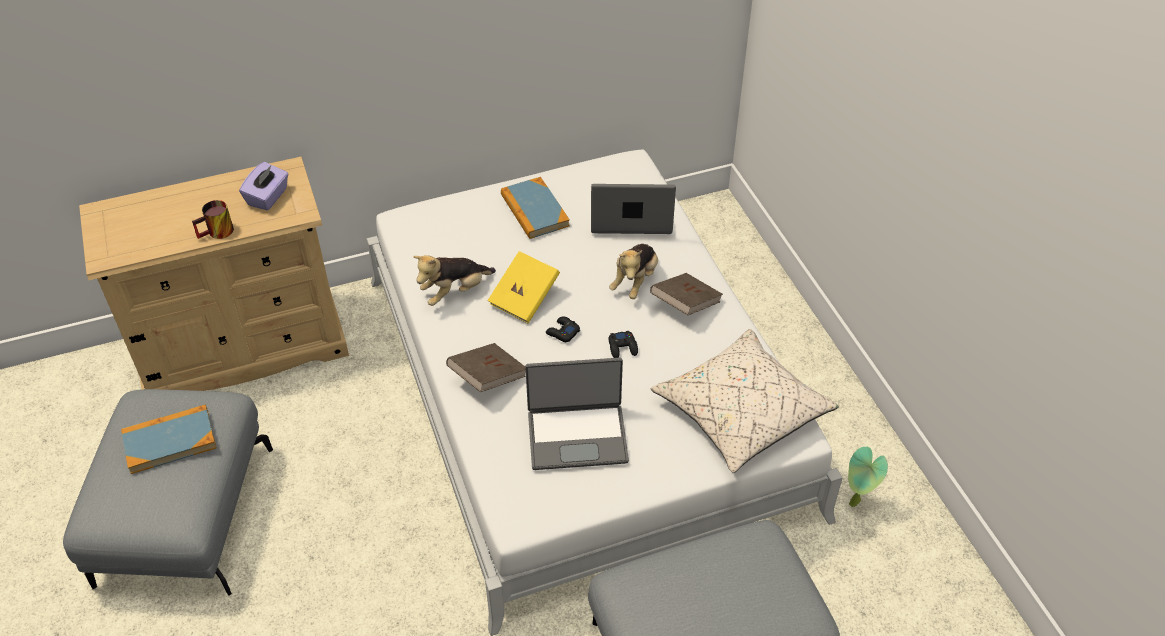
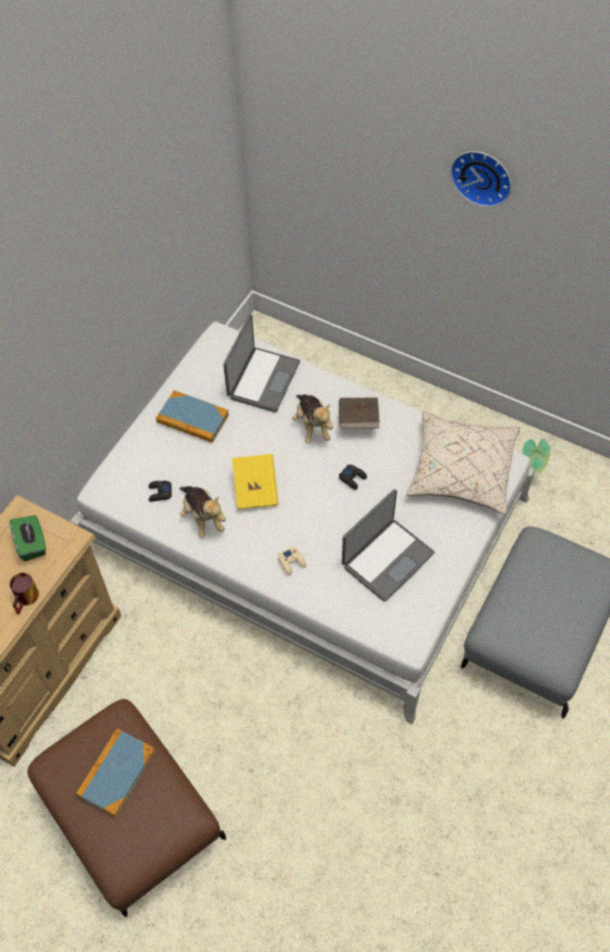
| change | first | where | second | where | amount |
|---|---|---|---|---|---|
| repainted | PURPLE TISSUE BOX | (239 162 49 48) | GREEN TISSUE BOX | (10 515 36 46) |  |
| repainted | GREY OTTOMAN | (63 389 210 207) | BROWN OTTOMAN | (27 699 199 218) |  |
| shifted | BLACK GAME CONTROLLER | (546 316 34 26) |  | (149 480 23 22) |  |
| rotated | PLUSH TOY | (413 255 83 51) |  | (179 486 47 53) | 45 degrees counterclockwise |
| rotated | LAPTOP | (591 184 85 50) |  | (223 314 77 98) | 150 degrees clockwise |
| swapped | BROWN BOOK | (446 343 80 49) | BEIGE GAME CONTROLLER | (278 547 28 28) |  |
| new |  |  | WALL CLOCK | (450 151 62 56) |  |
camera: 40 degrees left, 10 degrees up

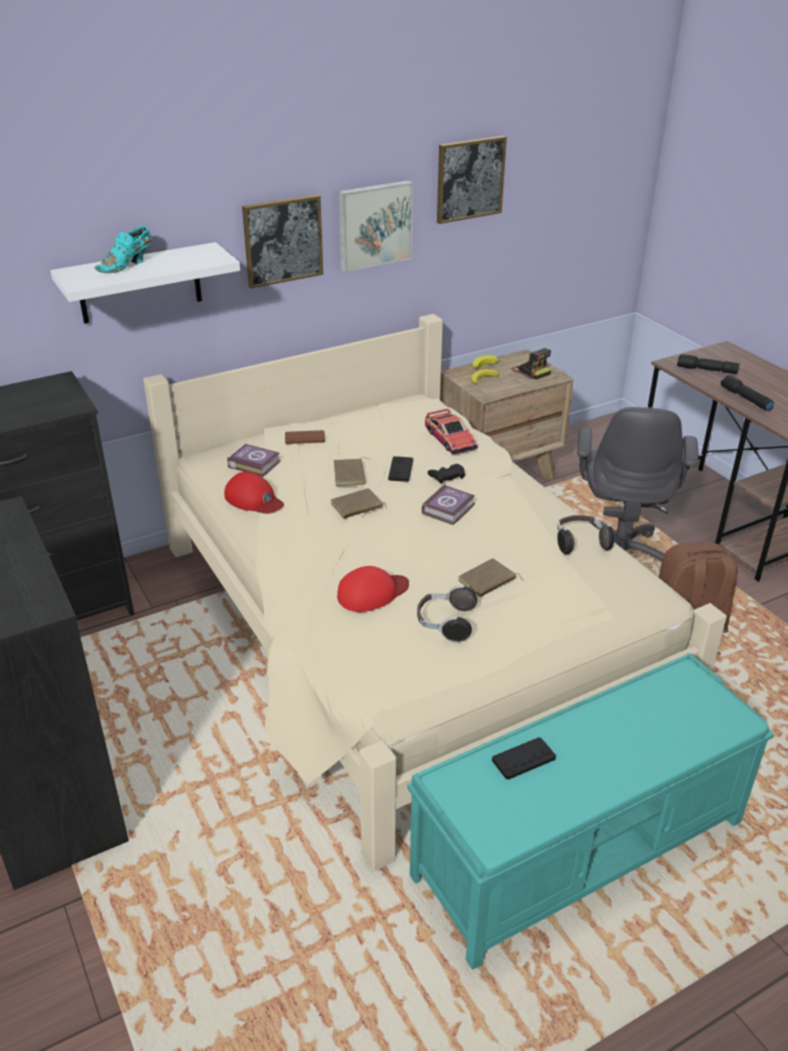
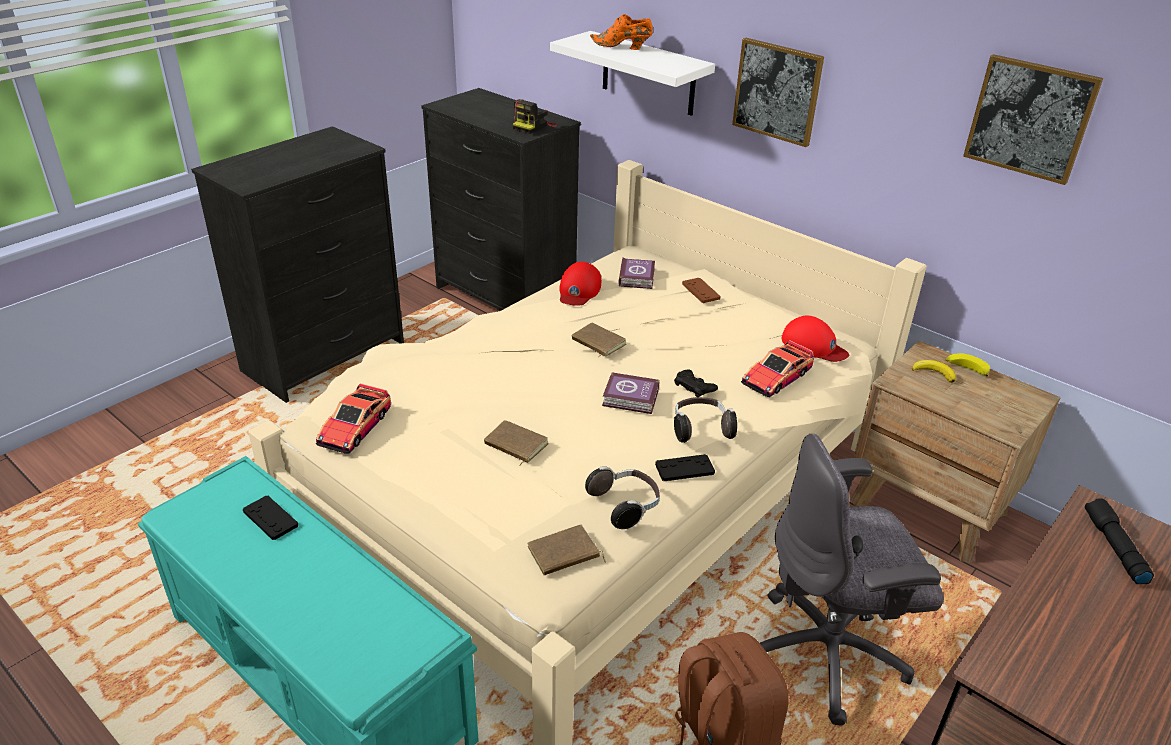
| change | first | where | second | where | amount |
|---|---|---|---|---|---|
| new |  |  | TOY CAR | (316 383 75 70) |  |
| shifted | PHOTO CAMERA | (511 348 40 32) |  | (513 99 44 35) |  |
| shifted | BROWN BOOK | (334 457 35 29) |  | (527 524 79 51) |  |
| repainted | TURQUOISE SHOE | (94 226 58 47) | ORANGE SHOE | (590 14 63 36) |  |
| shifted | BLACK GAME CONTROLLER | (388 456 25 26) |  | (655 454 60 27) |  |
| shifted | HEADPHONES | (417 585 60 58) |  | (674 397 63 46) |  |
| shifted | RED CAP | (337 566 72 46) |  | (782 316 67 46) |  |
| gone | PICTURE | (338 180 75 92) |  |  |  |
| gone | BLACK FLASHLIGHT | (721 375 53 36) |  |  |  |
camera: 70 degrees right, 0 degrees up

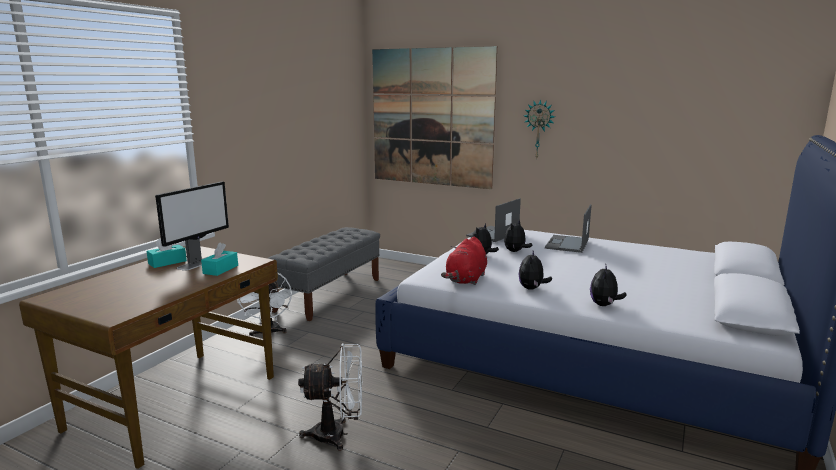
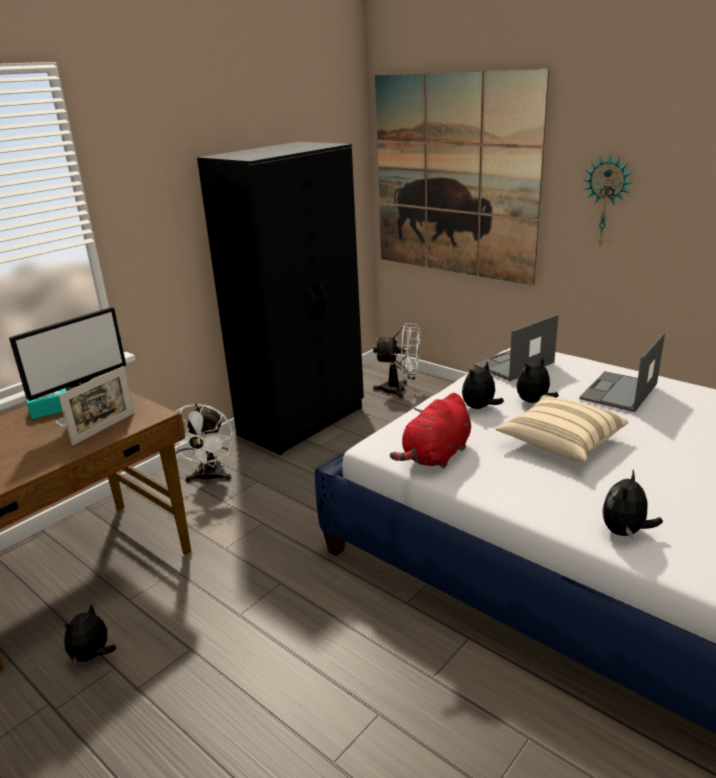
| change | first | where | second | where | amount |
|---|---|---|---|---|---|
| swapped | TURQUOISE TISSUE BOX | (201 242 37 34) | PICTURE FRAME | (59 366 75 79) |  |
| shifted | PLUSH TOY | (519 251 33 39) |  | (64 603 52 64) |  |
| swapped | GREY BENCH | (268 227 112 94) | BLACK WARDROBE | (197 142 167 313) |  |
| shifted | WHITE FAN | (298 343 64 108) |  | (373 323 47 76) |  |
| new |  |  | BEIGE PILLOW | (496 395 132 67) |  |
camera: 15 degrees right, 10 degrees up

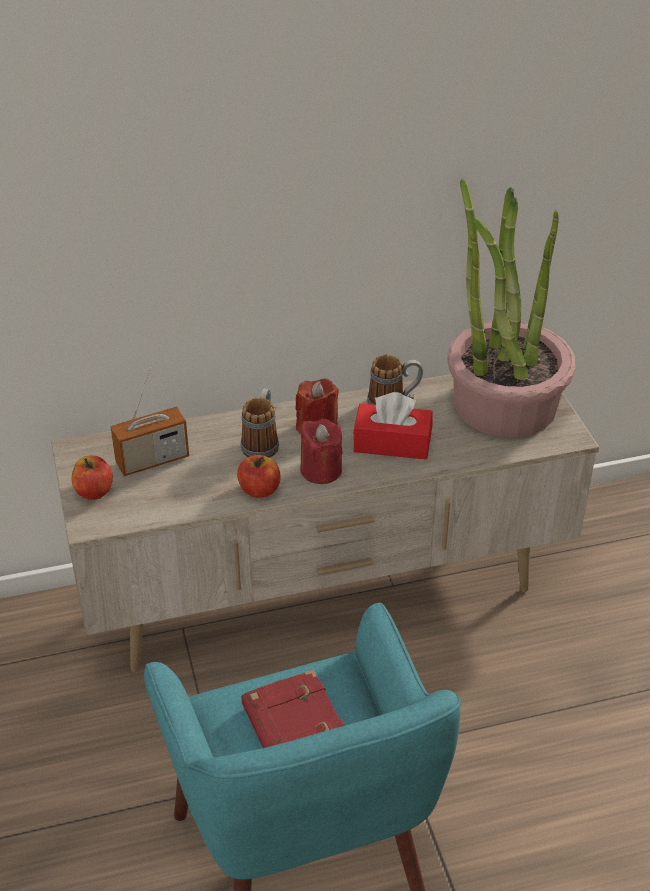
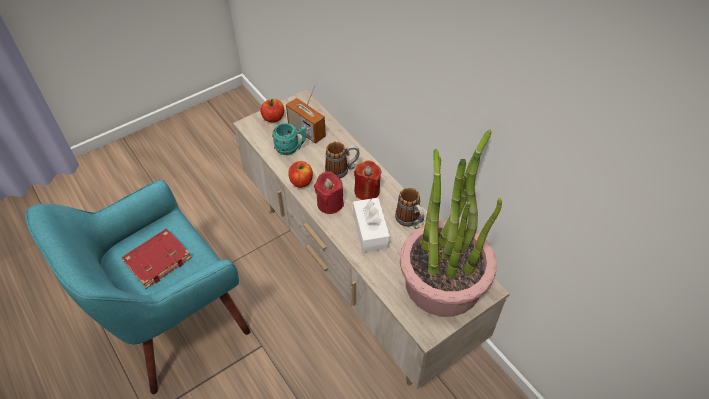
| change | first | where | second | where | amount |
|---|---|---|---|---|---|
| new |  |  | TURQUOISE MUG | (272 123 34 32) |  |
| repainted | RED TISSUE BOX | (353 392 80 68) | WHITE TISSUE BOX | (353 198 37 55) |  |
camera: 70 degrees right, 10 degrees up

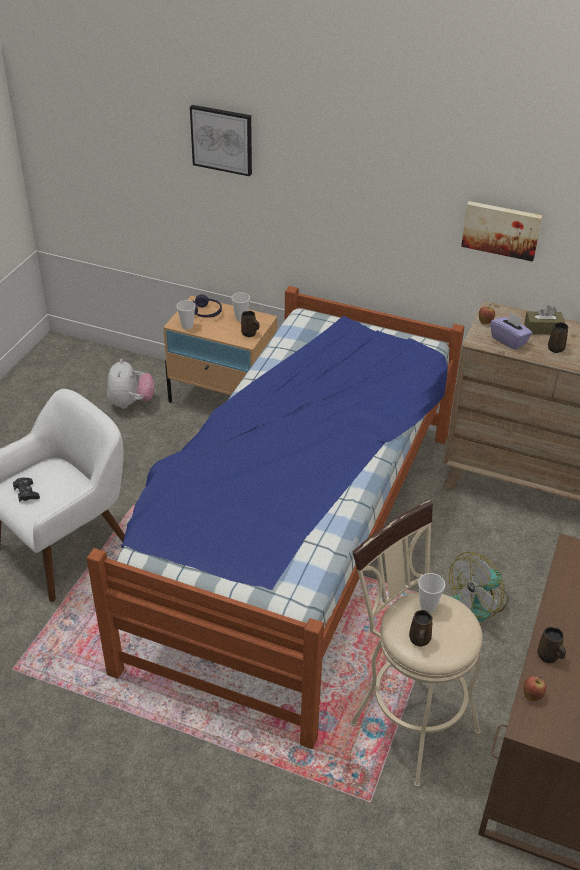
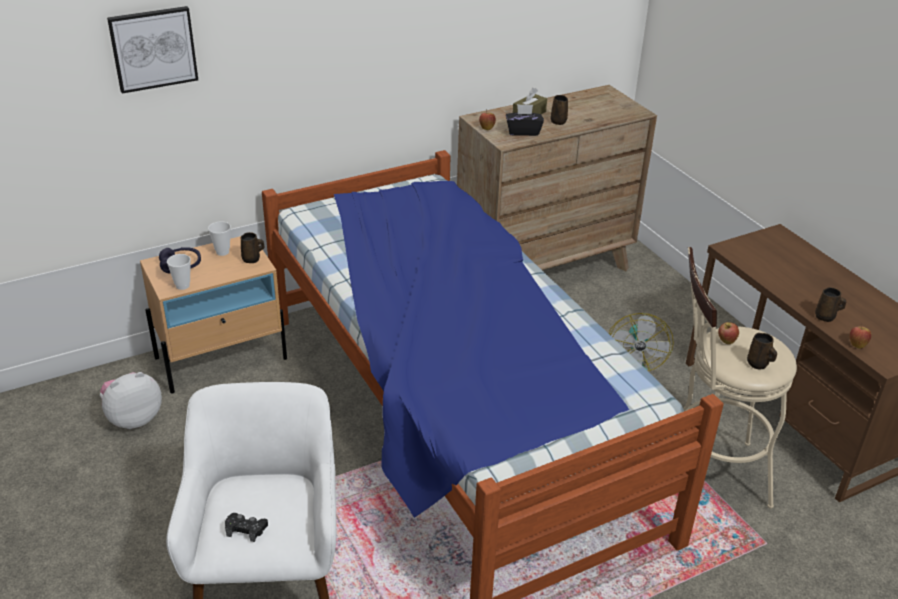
| change | first | where | second | where | amount |
|---|---|---|---|---|---|
| rotated | PLUSH TOY | (107 359 47 50) |  | (100 372 62 57) | 75 degrees counterclockwise |
| repainted | PURPLE TISSUE BOX | (491 312 42 38) | BLACK TISSUE BOX | (506 104 38 32) |  |
| swapped | CUP | (418 573 27 40) | APPLE | (718 322 21 22) |  |
| gone | PICTURE | (461 201 82 61) |  |  |  |
camera: 50 degrees left, 5 degrees down

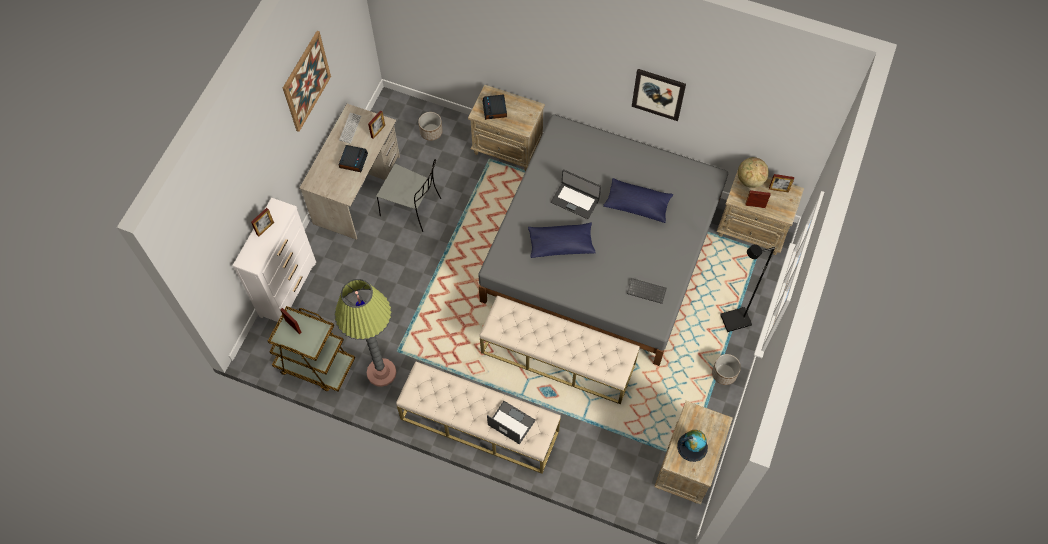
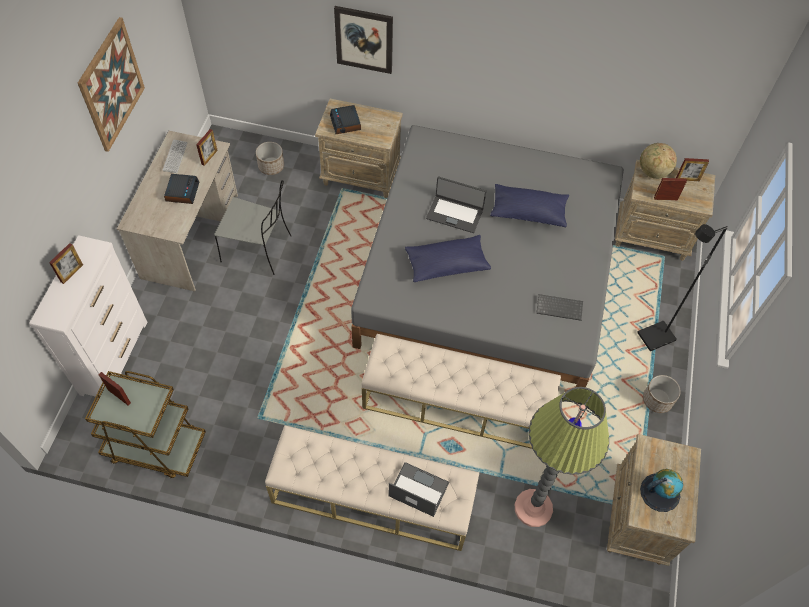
| change | first | where | second | where | amount |
|---|---|---|---|---|---|
| shifted | PICTURE | (632 69 54 52) |  | (334 6 59 68) |  |
| shifted | FLOOR LAMP | (335 279 61 108) |  | (515 387 94 140) |  |
camera: 10 degrees left, 5 degrees down

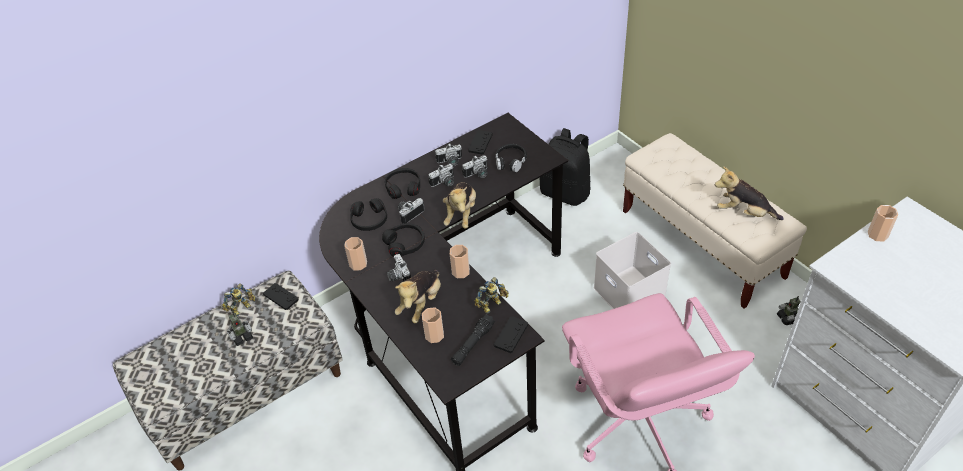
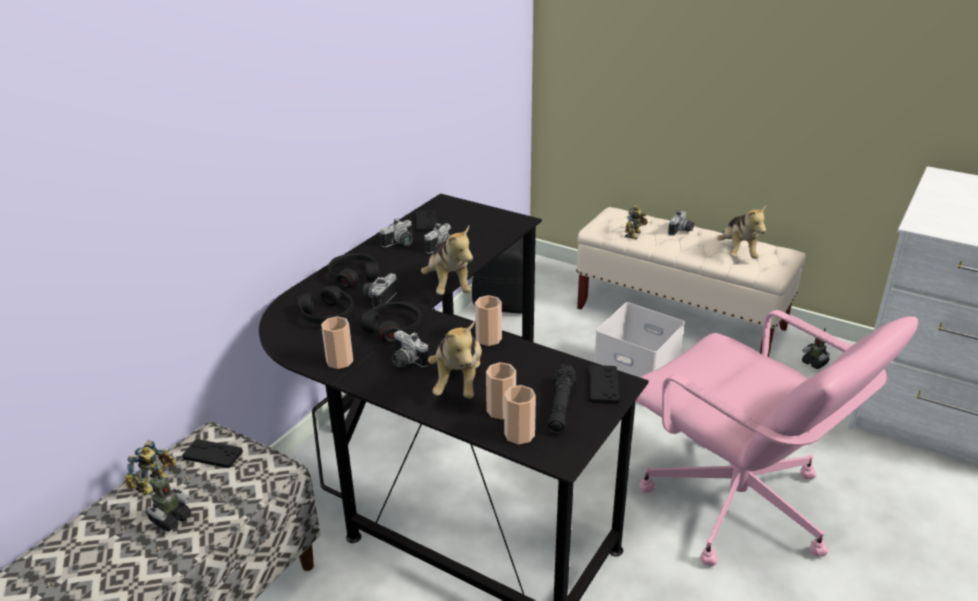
| change | first | where | second | where | amount |
|---|---|---|---|---|---|
| shifted | CUP | (868 205 30 37) |  | (504 385 32 59) |  |
| shifted | TOY ROBOT | (475 277 34 37) |  | (625 205 23 34) |  |
| shifted | PHOTO CAMERA | (428 164 26 23) |  | (668 211 26 25) |  |
| rotated | PLUSH TOY | (715 166 69 54) |  | (717 205 49 54) | 90 degrees counterclockwise |
| gone | BLACK HEADPHONES | (496 144 31 28) |  |  |  |
camera: 25 degrees left, 15 degrees down

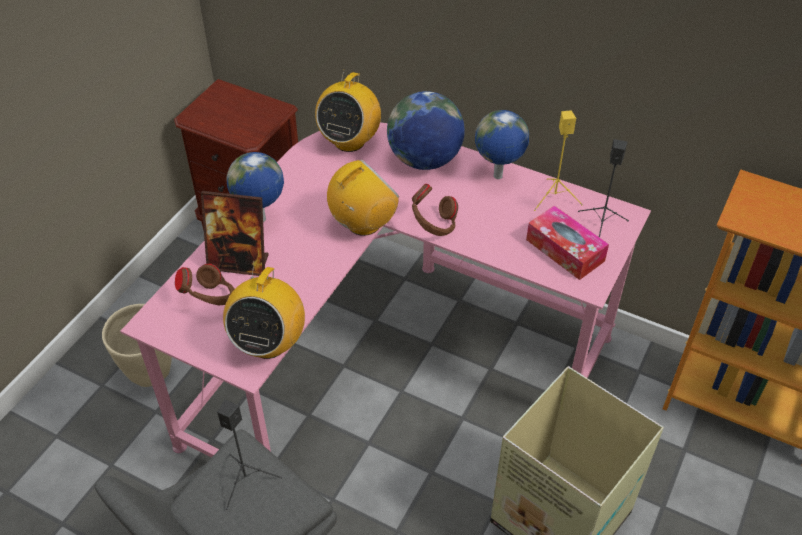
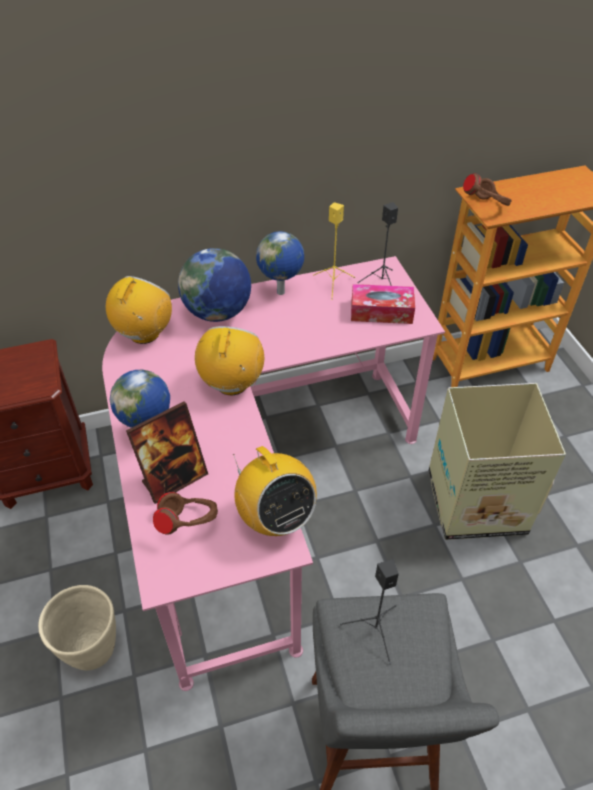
| change | first | where | second | where | amount |
|---|---|---|---|---|---|
| rotated | RADIO | (315 69 66 83) |  | (106 276 66 68) | 135 degrees counterclockwise |
| shifted | BROWN HEADPHONES | (412 184 46 52) |  | (463 173 49 33) |  |
camera: 45 degrees left, 0 degrees up

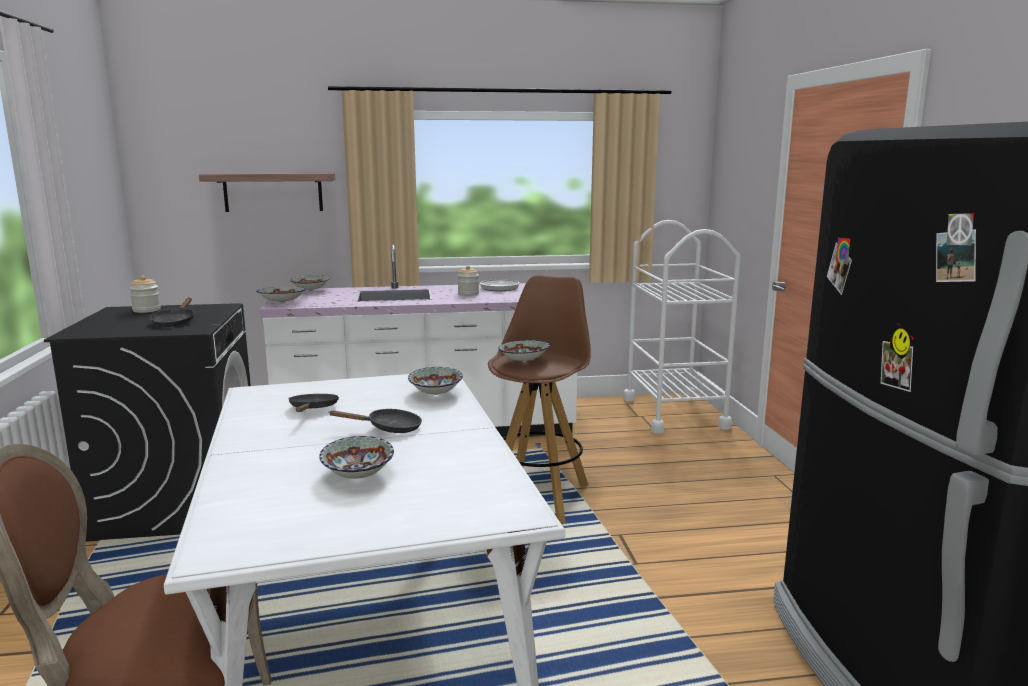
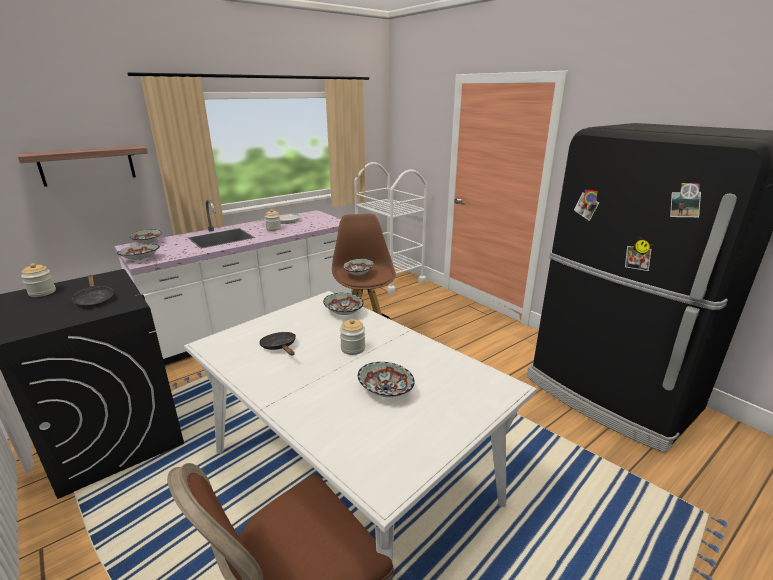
| change | first | where | second | where | amount |
|---|---|---|---|---|---|
| swapped | BLACK FRYING PAN | (329 409 93 24) | JAR | (340 319 25 36) |  |
camera: 30 degrees left, 10 degrees up

